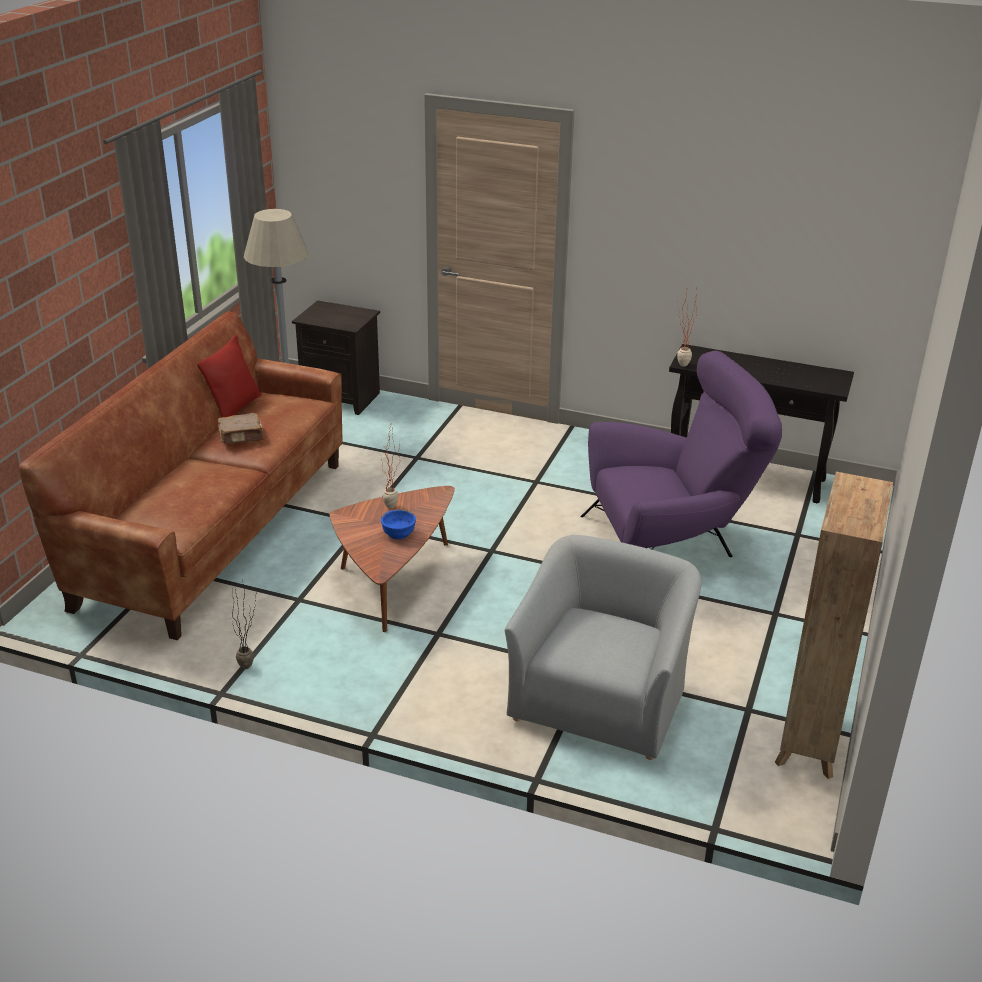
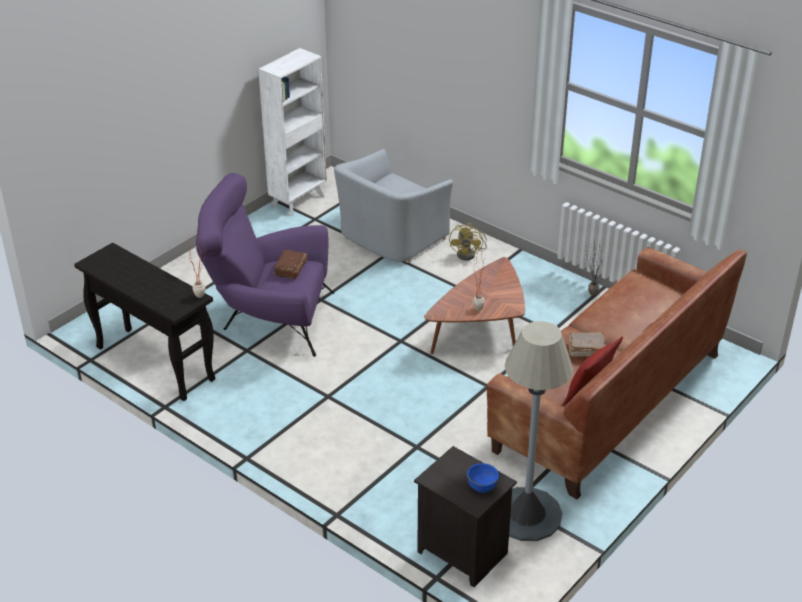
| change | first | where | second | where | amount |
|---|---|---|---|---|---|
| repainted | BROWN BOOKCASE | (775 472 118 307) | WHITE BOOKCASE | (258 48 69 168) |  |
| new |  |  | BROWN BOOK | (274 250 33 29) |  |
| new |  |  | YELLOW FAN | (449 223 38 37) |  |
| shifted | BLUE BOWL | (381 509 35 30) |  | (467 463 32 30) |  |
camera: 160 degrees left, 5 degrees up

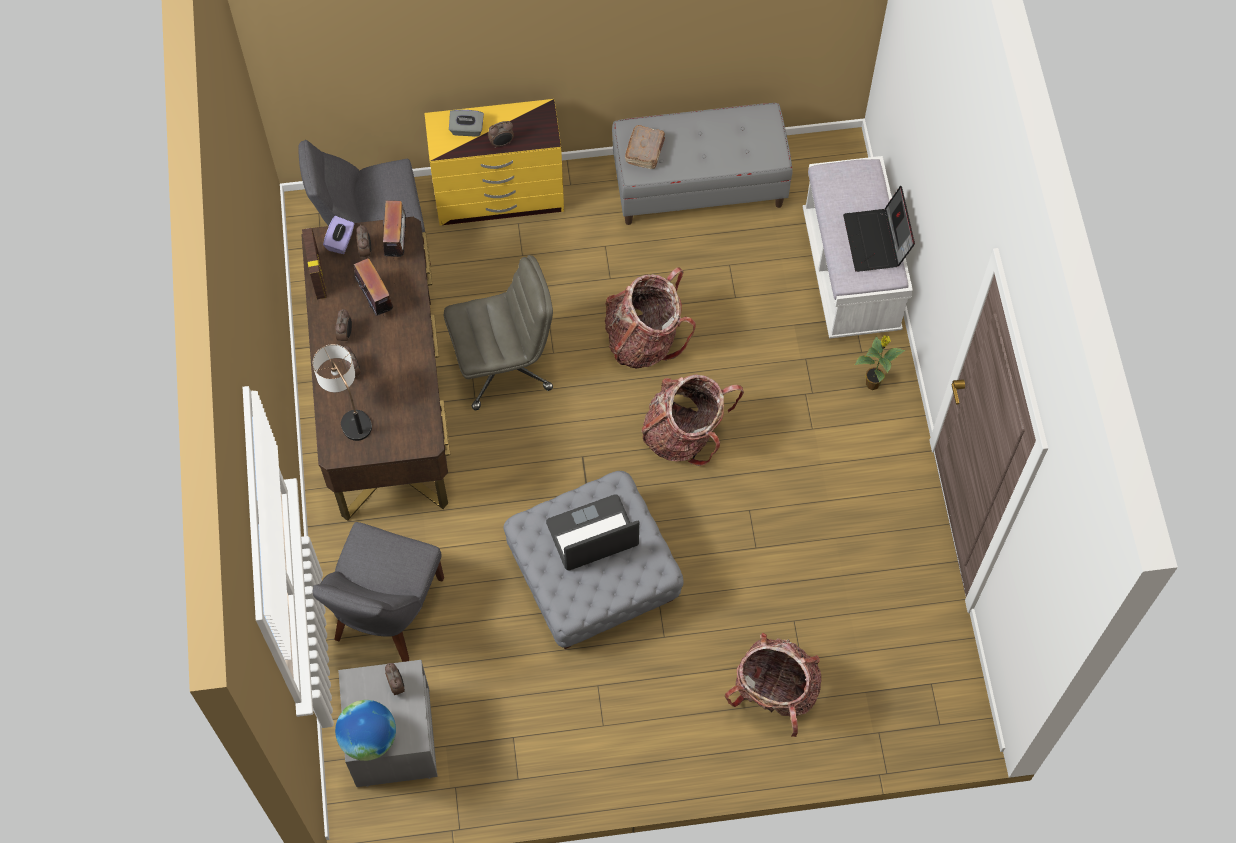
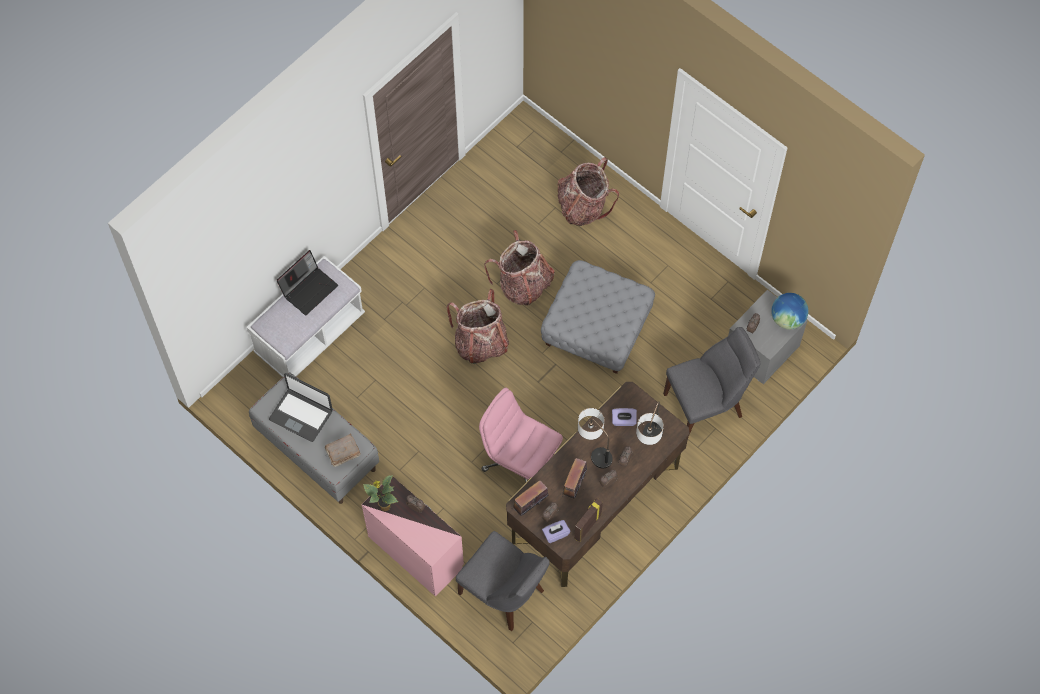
| change | first | where | second | where | amount |
|---|---|---|---|---|---|
| shifted | LAPTOP | (546 494 93 77) |  | (269 373 64 69) |  |
| repainted | YELLOW DRESSER | (424 99 140 126) | PINK DRESSER | (362 475 102 122) |  |
| shifted | POTTED PLANT | (855 336 51 54) |  | (363 475 35 36) |  |
| repainted | GREY OFFICE CHAIR | (444 255 109 155) | PINK OFFICE CHAIR | (479 388 84 94) |  |
| shifted | BACKPACK | (605 267 91 102) |  | (485 230 70 75) |  |
| new |  |  | TABLE LAMP | (578 408 35 60) |  |
| new |  |  | PURPLE TISSUE BOX | (612 408 25 18) |  |
| gone | GREY TISSUE BOX | (449 110 35 27) |  |  |  |
camera: 130 degrees left, 0 degrees up

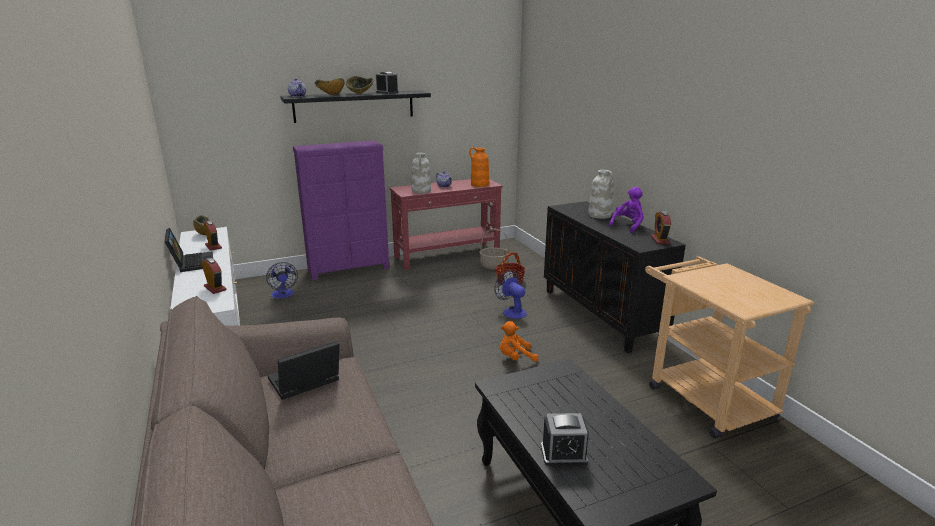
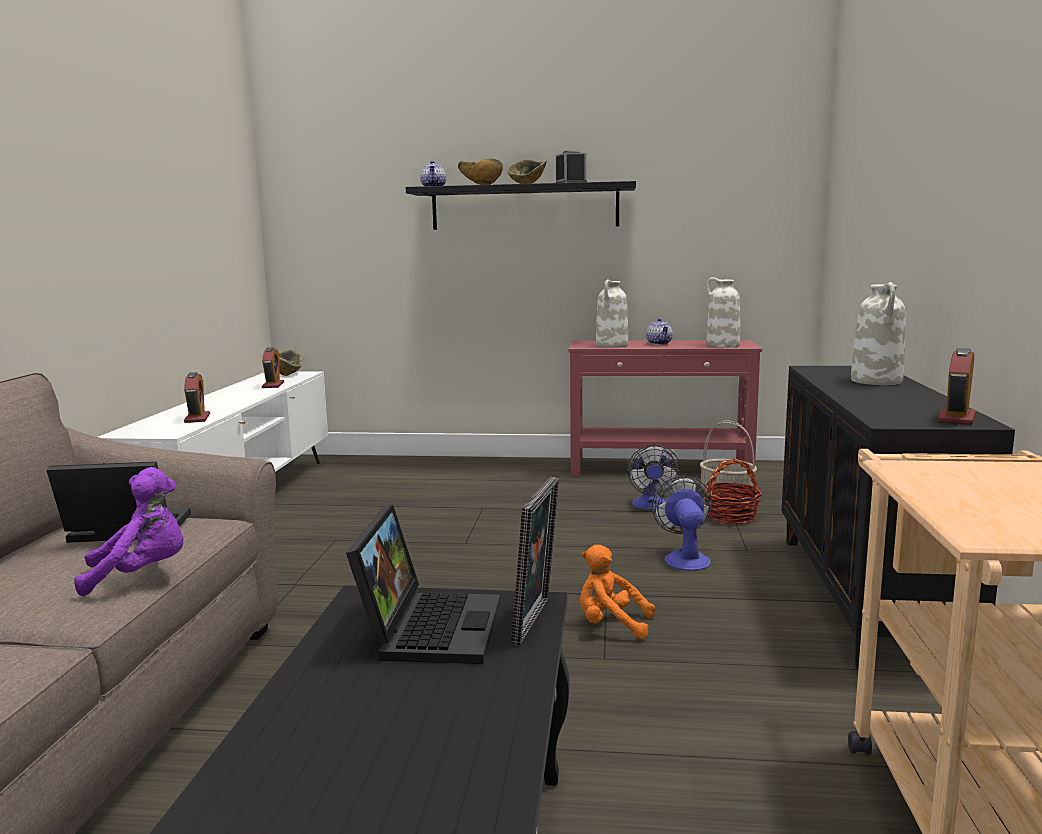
| change | first | where | second | where | amount |
|---|---|---|---|---|---|
| shifted | PURPLE PLUSH TOY | (609 187 35 46) |  | (74 467 110 129) |  |
| shifted | LAPTOP | (164 228 49 44) |  | (346 505 154 159) |  |
| new |  |  | PICTURE FRAME | (511 477 48 169) |  |
| shifted | FAN | (266 262 32 37) |  | (627 445 54 65) |  |
| repainted | ORANGE VASE | (469 147 20 40) | WHITE VASE | (706 277 34 71) |  |
| gone | PURPLE DRESSER | (293 140 96 140) |  |  |  |
| gone | ALARM CLOCK | (541 413 48 53) |  |  |  |
camera: 30 degrees right, 10 degrees down

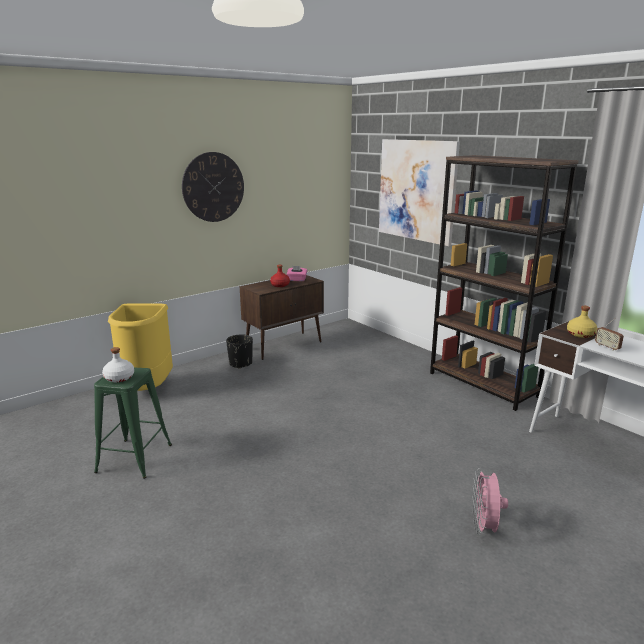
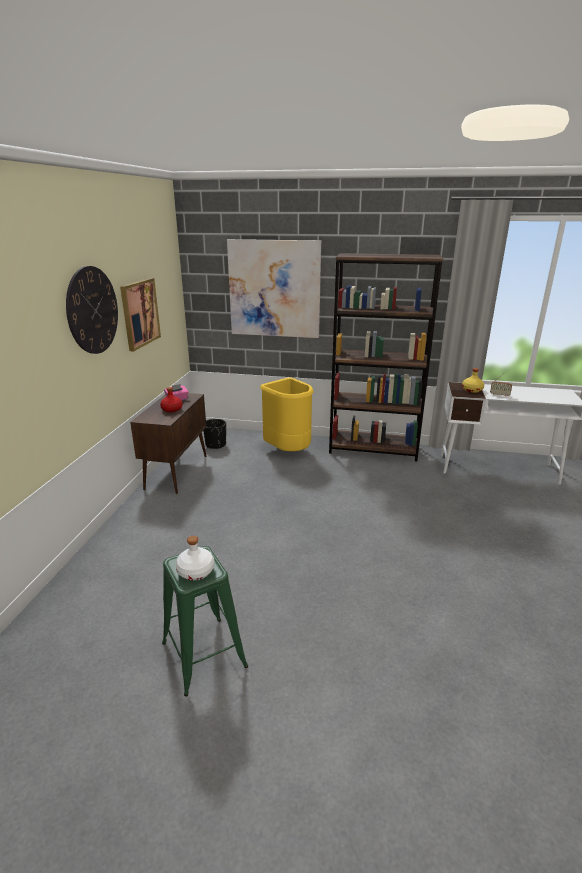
| change | first | where | second | where | amount |
|---|---|---|---|---|---|
| new |  |  | PICTURE | (120 278 41 74) |  |
| shifted | BLACK PLANTER | (226 334 27 35) |  | (203 419 23 30) |  |
| shifted | YELLOW TRASH CAN | (108 304 65 87) |  | (260 377 54 74) |  |
| gone | PINK FAN | (472 468 36 67) |  |  |  |
camera: 40 degrees left, 5 degrees up

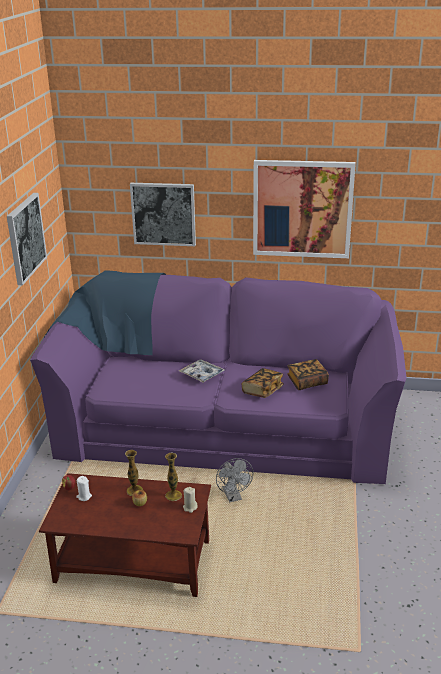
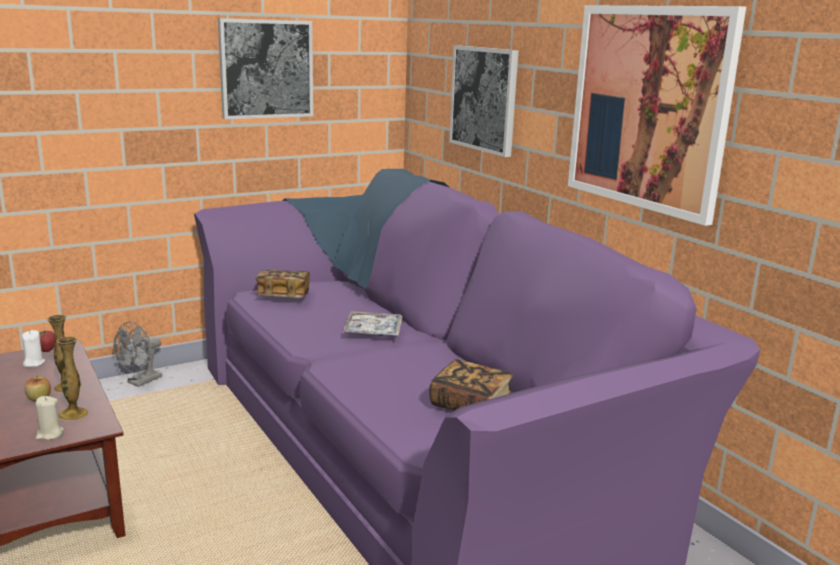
| change | first | where | second | where | amount |
|---|---|---|---|---|---|
| shifted | GREY FAN | (216 458 37 44) |  | (113 322 49 65) |  |
| shifted | BOOK | (242 368 42 30) |  | (256 270 54 28) |  |
camera: 50 degrees right, 10 degrees down

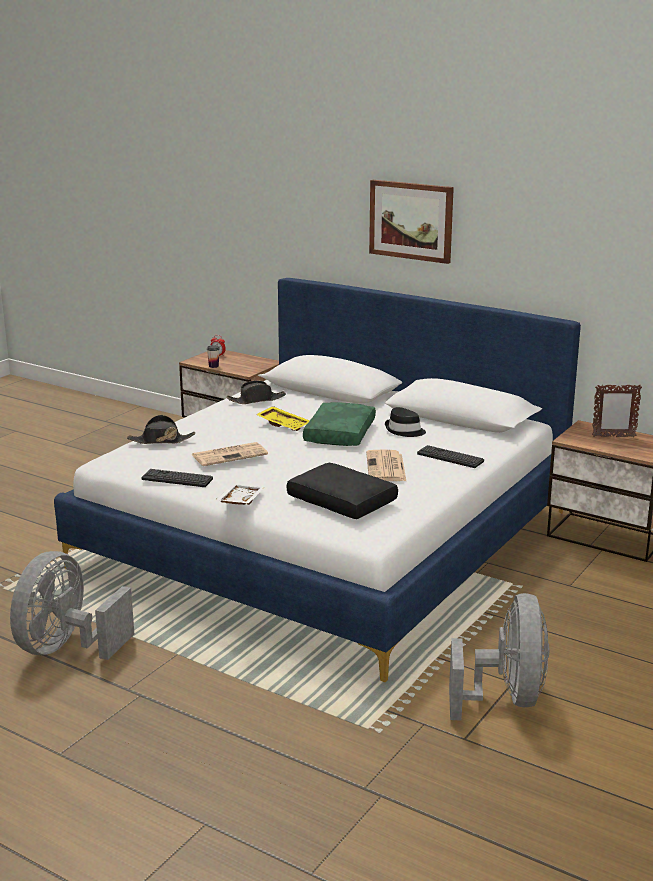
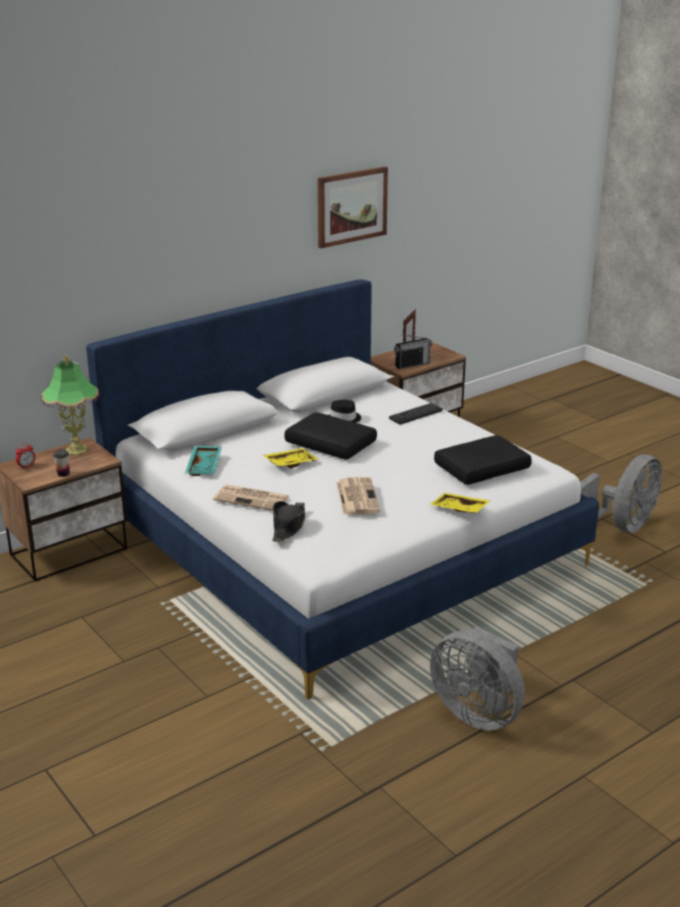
| change | first | where | second | where | amount |
|---|---|---|---|---|---|
| new |  |  | TABLE LAMP | (41 355 58 100) |  |
| swapped | BLACK HAT | (227 381 59 23) | TURQUOISE TRAY | (185 446 37 30) |  |
| shifted | NEWSPAPER | (366 449 40 32) |  | (213 485 76 26) |  |
| repainted | GREEN PILLOW | (303 402 73 44) | BLACK PILLOW | (284 412 93 48) |  |
| shifted | PICTURE | (369 180 85 84) |  | (318 167 70 81) |  |
| new |  |  | RADIO | (394 334 39 36) |  |
| repainted | WHITE TRAY | (215 484 49 21) | YELLOW TRAY | (430 493 61 20) |  |
| rotated | GREY FAN | (449 593 100 128) |  | (580 454 82 79) | 105 degrees clockwise |
| gone | KEYBOARD | (141 469 72 18) |  |  |  |
camera: 70 degrees left, 5 degrees up

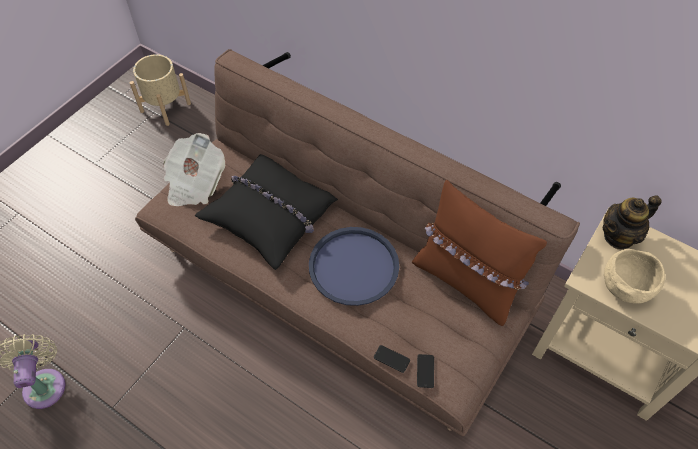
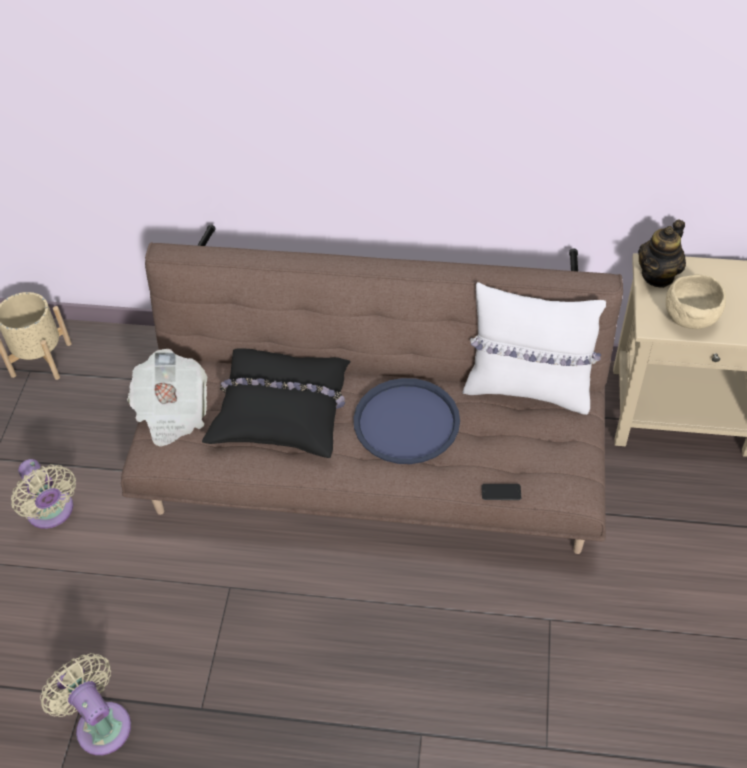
| change | first | where | second | where | amount |
|---|---|---|---|---|---|
| new |  |  | BEIGE FAN | (11 459 65 70) |  |
| repainted | BROWN PILLOW | (412 180 135 146) | WHITE PILLOW | (463 282 143 133) |  |
| gone | PHONE | (417 354 17 34) |  |  |  |
camera: 25 degrees left, 5 degrees down

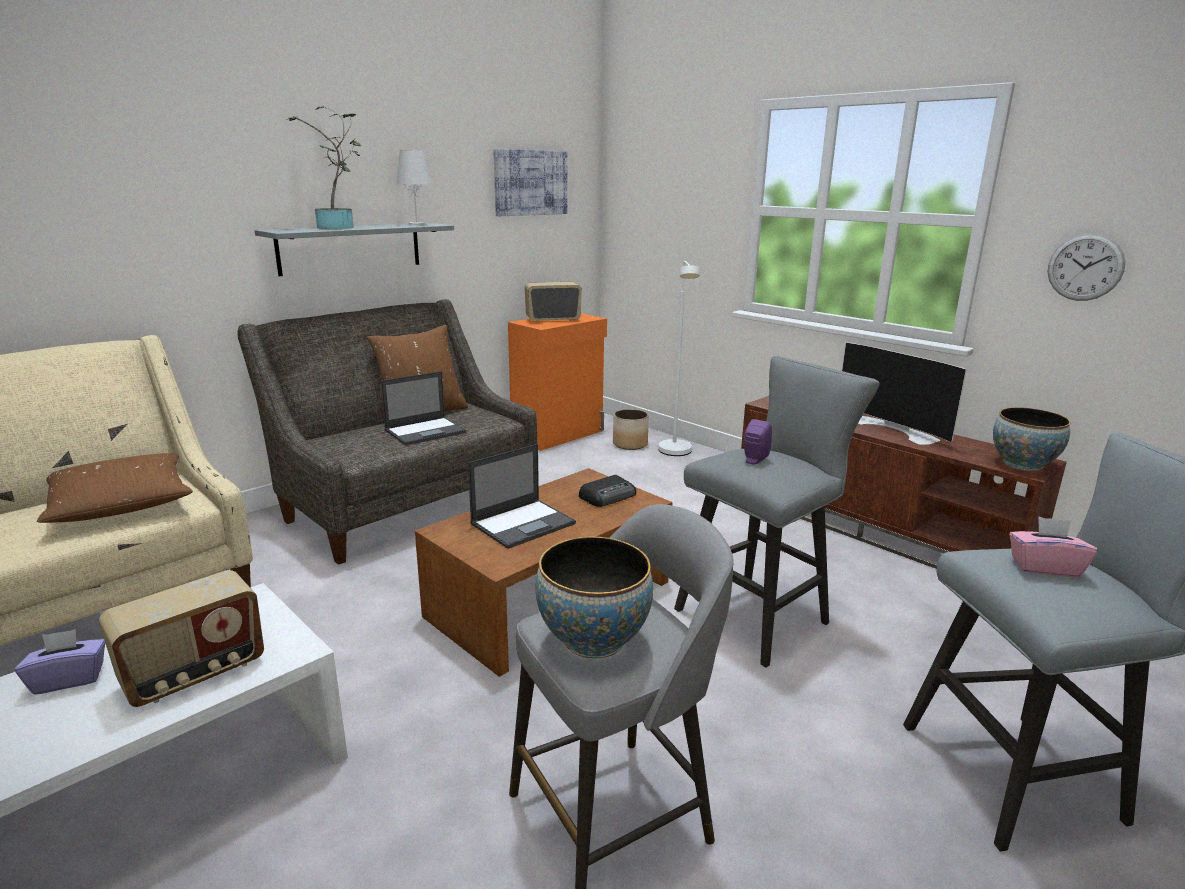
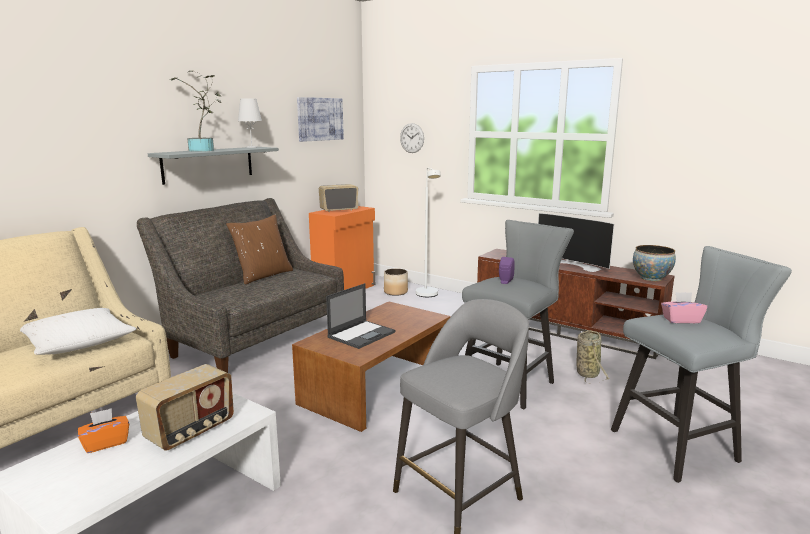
| change | first | where | second | where | amount |
|---|---|---|---|---|---|
| repainted | BROWN PILLOW | (37 453 156 70) | WHITE PILLOW | (20 308 116 47) |  |
| repainted | PURPLE TISSUE BOX | (15 629 90 66) | ORANGE TISSUE BOX | (78 408 51 45) |  |
| shifted | WALL CLOCK | (1048 233 77 68) |  | (400 123 24 30) |  |
| new |  |  | BASKET | (577 330 33 54) |  |
| gone | LAPTOP | (381 371 85 75) |  |  |  |
| gone | BOWL | (536 537 117 122) |  |  |  |
| gone | RADIO | (579 475 57 32) |  |  |  |
camera: 10 degrees left, 5 degrees down

